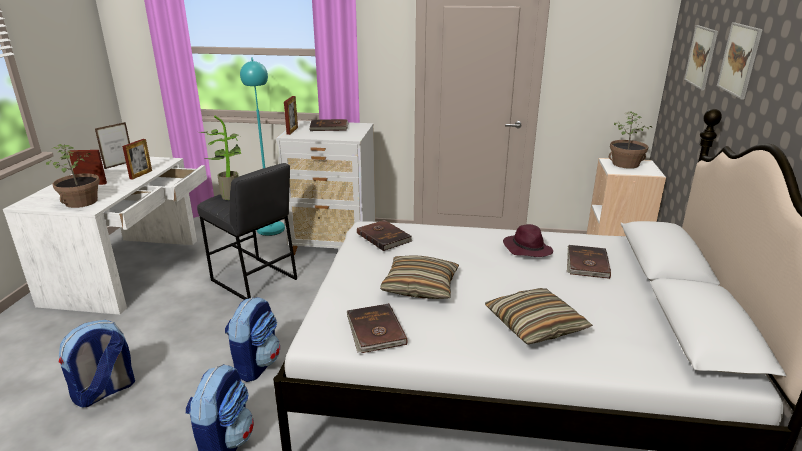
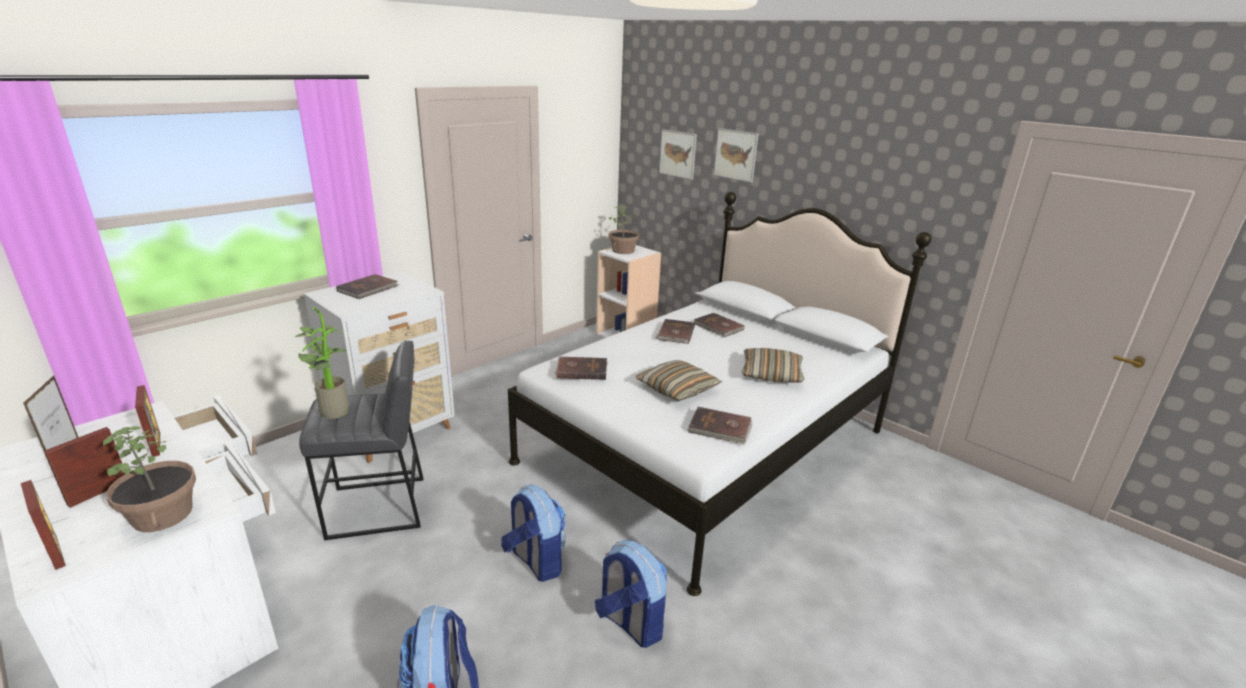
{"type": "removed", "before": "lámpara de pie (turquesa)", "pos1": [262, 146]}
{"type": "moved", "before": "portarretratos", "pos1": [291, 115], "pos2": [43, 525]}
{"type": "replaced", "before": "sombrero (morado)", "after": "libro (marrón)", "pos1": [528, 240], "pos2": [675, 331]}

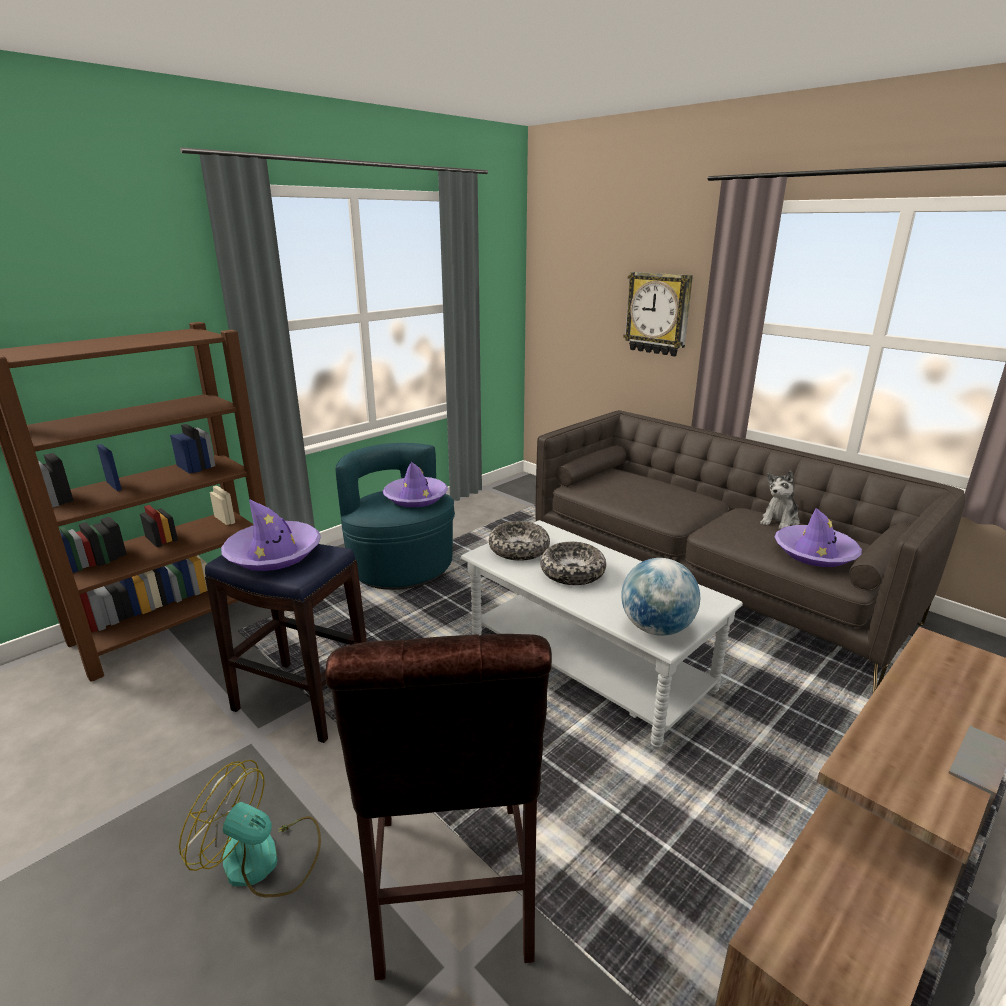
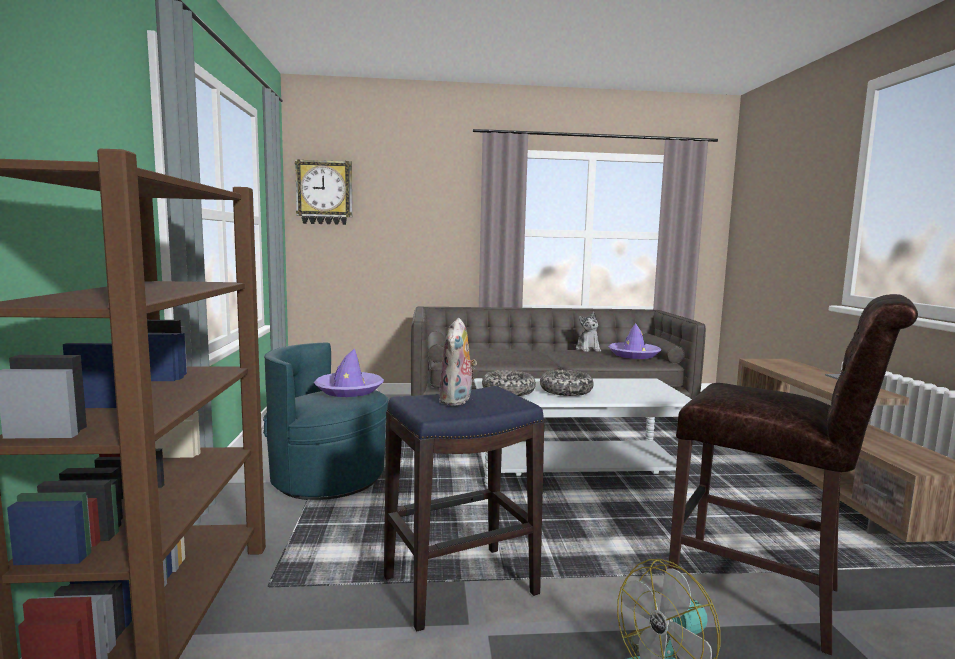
{"type": "moved", "before": "reloj de pared", "pos1": [658, 314], "pos2": [323, 192]}
{"type": "replaced", "before": "sombrero (morado)", "after": "peluche", "pos1": [271, 535], "pos2": [458, 362]}
{"type": "removed", "before": "globo terráqueo", "pos1": [660, 597]}

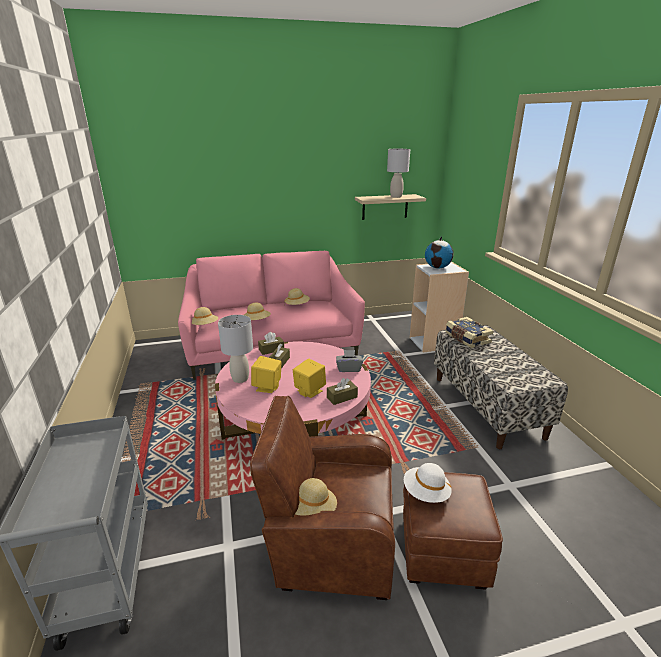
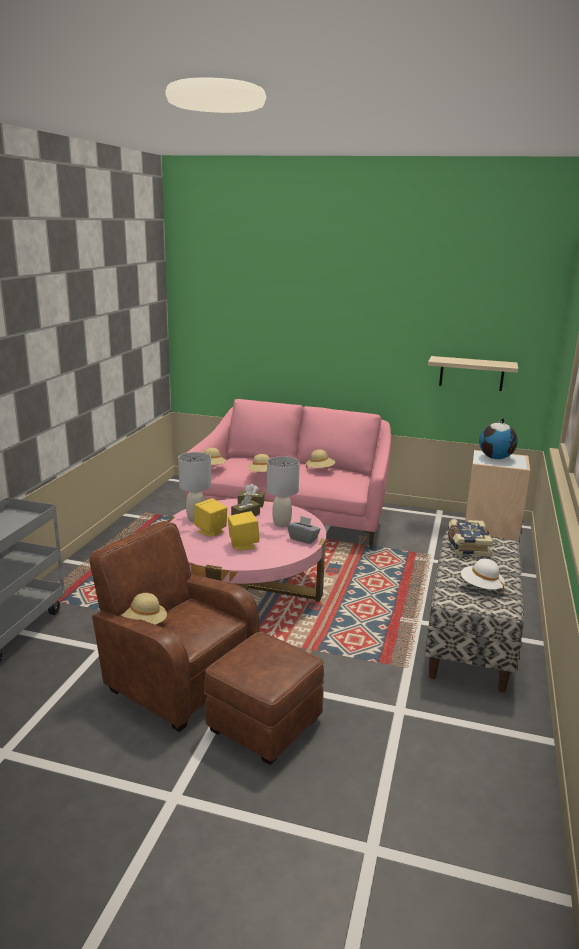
{"type": "moved", "before": "lámpara de mesa (gris)", "pos1": [398, 173], "pos2": [283, 491]}
{"type": "removed", "before": "caja de pañuelos (marrón)", "pos1": [342, 391]}
{"type": "moved", "before": "sombrero (blanco)", "pos1": [428, 483], "pos2": [483, 576]}

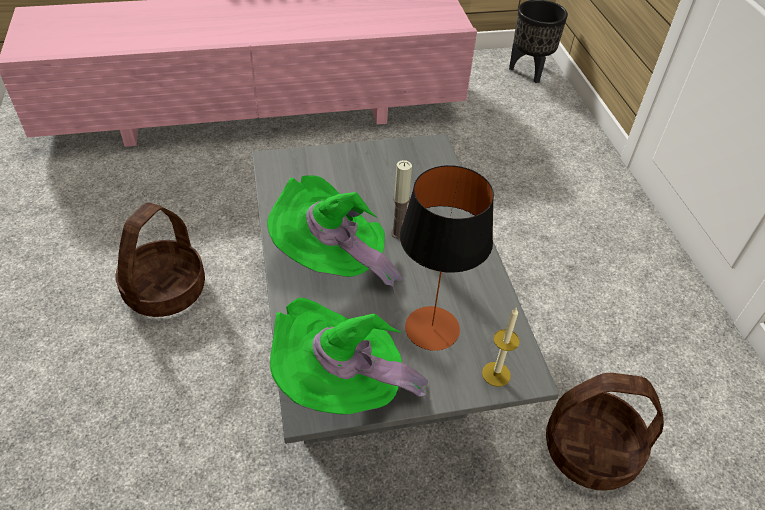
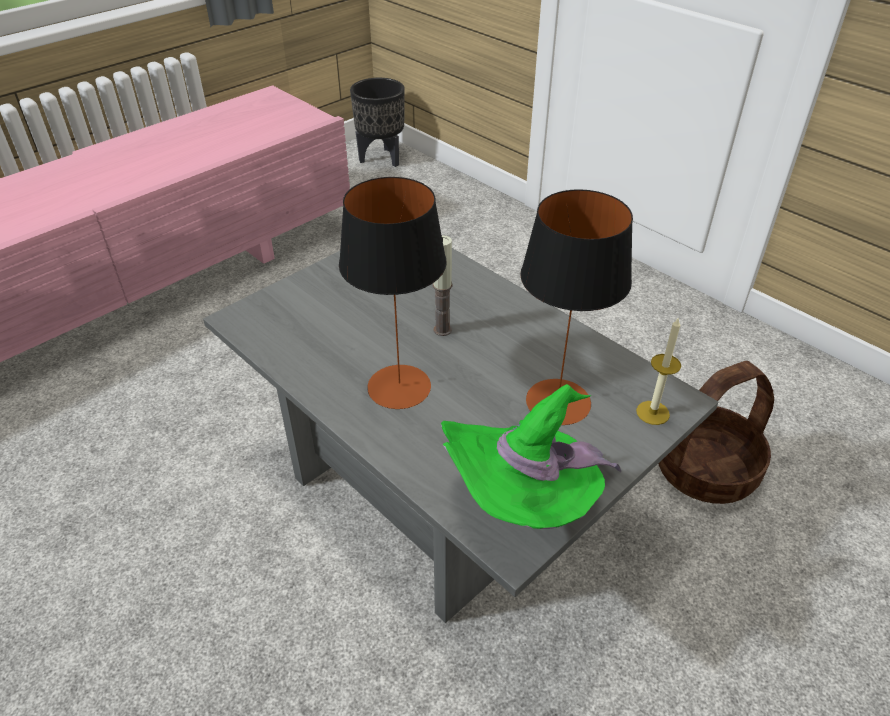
{"type": "replaced", "before": "sombrero (verde)", "after": "lámpara de mesa", "pos1": [335, 235], "pos2": [393, 293]}
{"type": "removed", "before": "cesta", "pos1": [160, 260]}

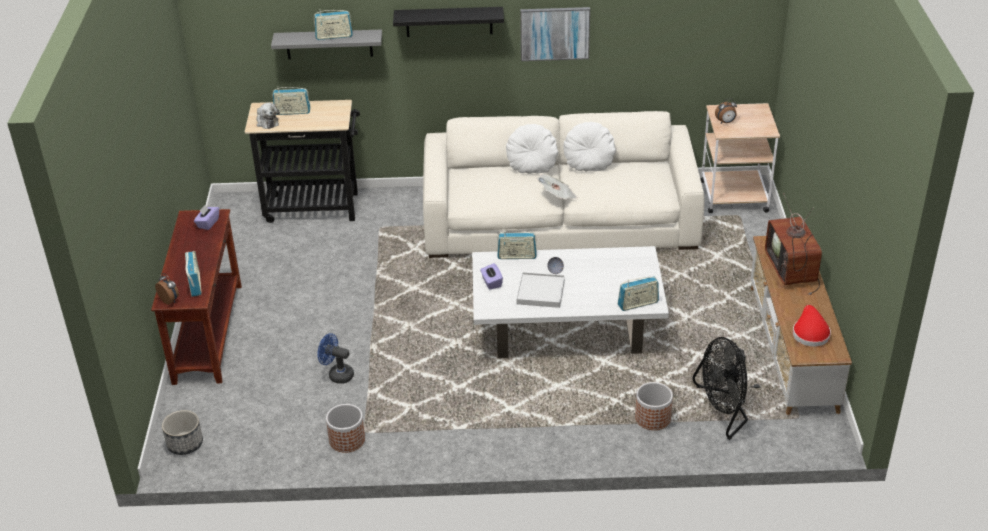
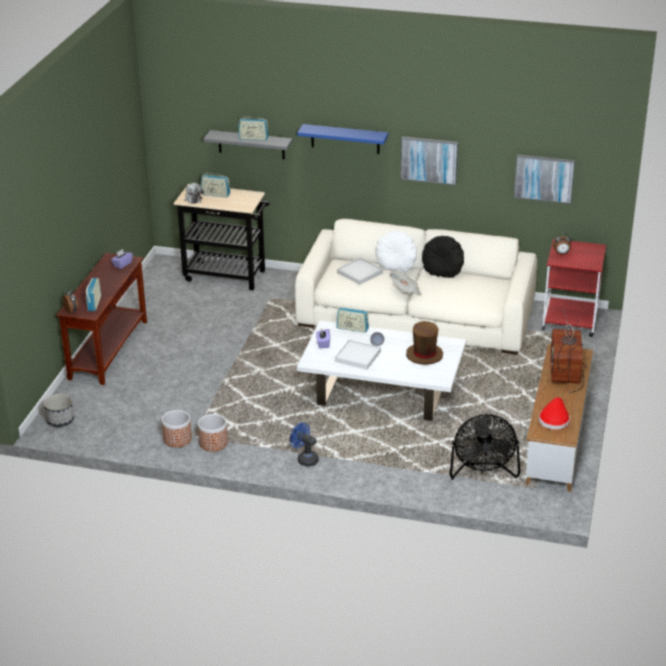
{"type": "recoloured", "before": "estante (negro)", "after": "estante (azul)", "pos1": [448, 22], "pos2": [342, 139]}
{"type": "recoloured", "before": "carrito (beis)", "after": "carrito (rojo)", "pos1": [740, 158], "pos2": [574, 288]}
{"type": "recoloured", "before": "cojín (blanco)", "after": "cojín (negro)", "pos1": [589, 147], "pos2": [443, 257]}
{"type": "removed", "before": "radio", "pos1": [638, 293]}
{"type": "moved", "before": "ventilador (azul)", "pos1": [335, 358], "pos2": [304, 444]}
{"type": "turned", "before": "ventilador (negro)", "pos1": [727, 388], "pos2": [485, 447], "turn": -90}
{"type": "moved", "before": "maceta", "pos1": [654, 406], "pos2": [213, 433]}
{"type": "added", "after": "cuadro", "pos2": [544, 179]}
{"type": "added", "after": "bandeja (blanco)", "pos2": [360, 271]}
{"type": "added", "after": "sombrero (marrón)", "pos2": [424, 343]}

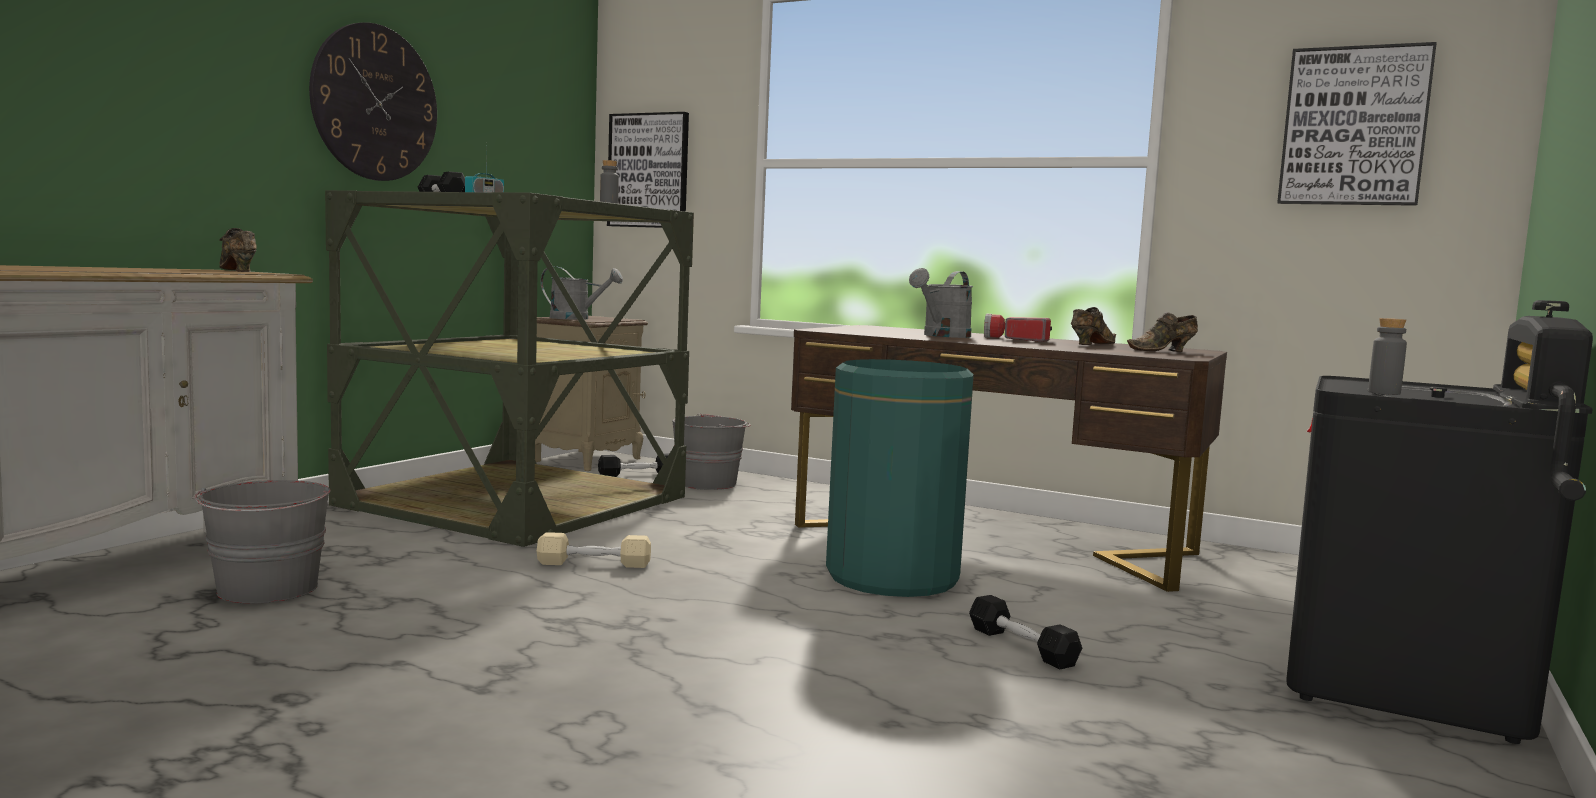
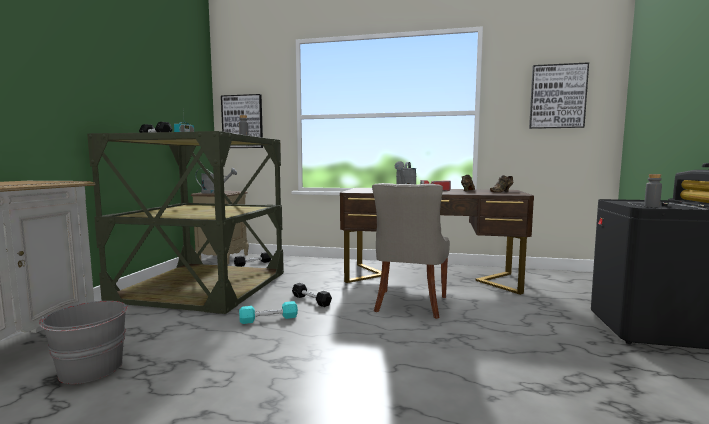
{"type": "removed", "before": "reloj de pared", "pos1": [373, 101]}
{"type": "removed", "before": "zapato (marrón)", "pos1": [238, 250]}
{"type": "replaced", "before": "papelera (verde)", "after": "silla (gris)", "pos1": [900, 478], "pos2": [411, 251]}
{"type": "removed", "before": "cubo (gris)", "pos1": [711, 451]}
{"type": "recoloured", "before": "mancuerna (beis)", "after": "mancuerna (turquesa)", "pos1": [594, 550], "pos2": [268, 312]}
{"type": "moved", "before": "mancuerna (negro)", "pos1": [1025, 632], "pos2": [312, 295]}

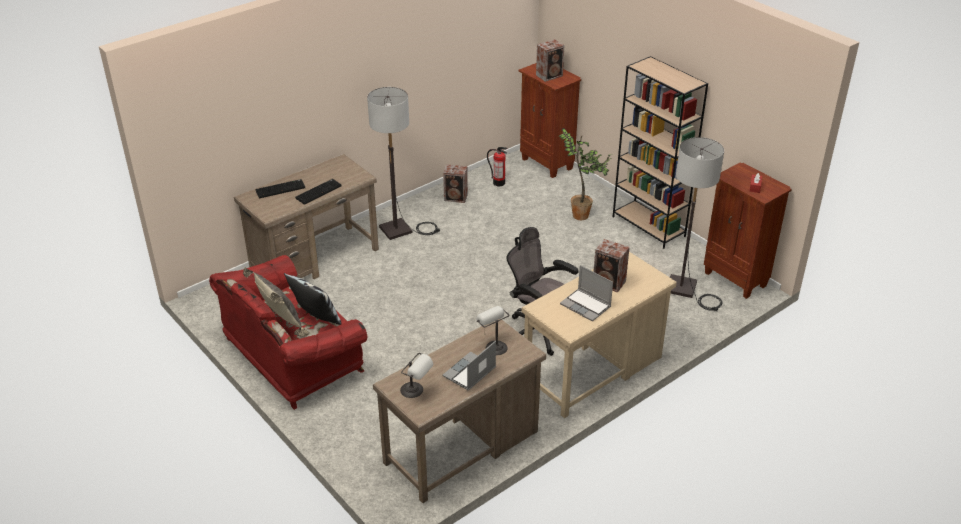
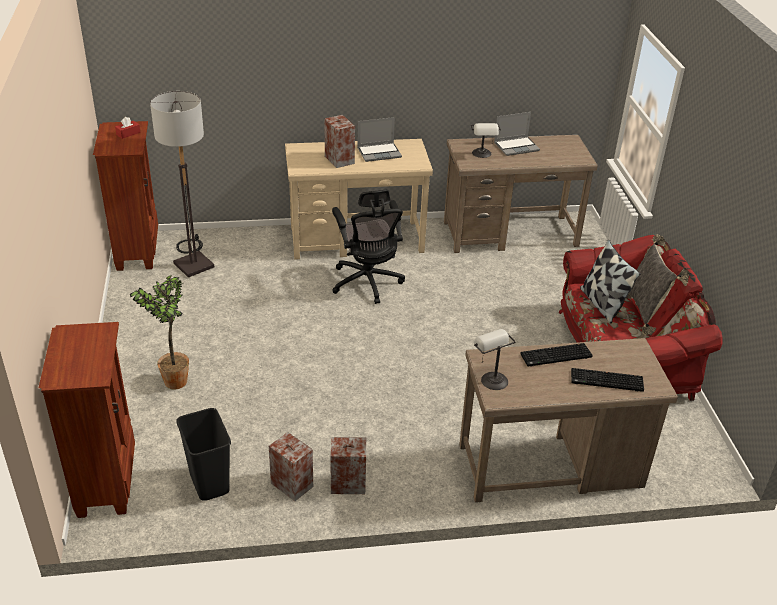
{"type": "moved", "before": "altavoz", "pos1": [550, 60], "pos2": [348, 465]}
{"type": "removed", "before": "estantería (beis)", "pos1": [660, 152]}
{"type": "removed", "before": "lámpara de pie", "pos1": [403, 163]}
{"type": "replaced", "before": "extintor", "after": "papelera (negro)", "pos1": [497, 166], "pos2": [204, 454]}
{"type": "turned", "before": "portátil", "pos1": [586, 293], "pos2": [379, 139], "turn": 90}
{"type": "moved", "before": "lámpara de mesa", "pos1": [417, 375], "pos2": [494, 359]}

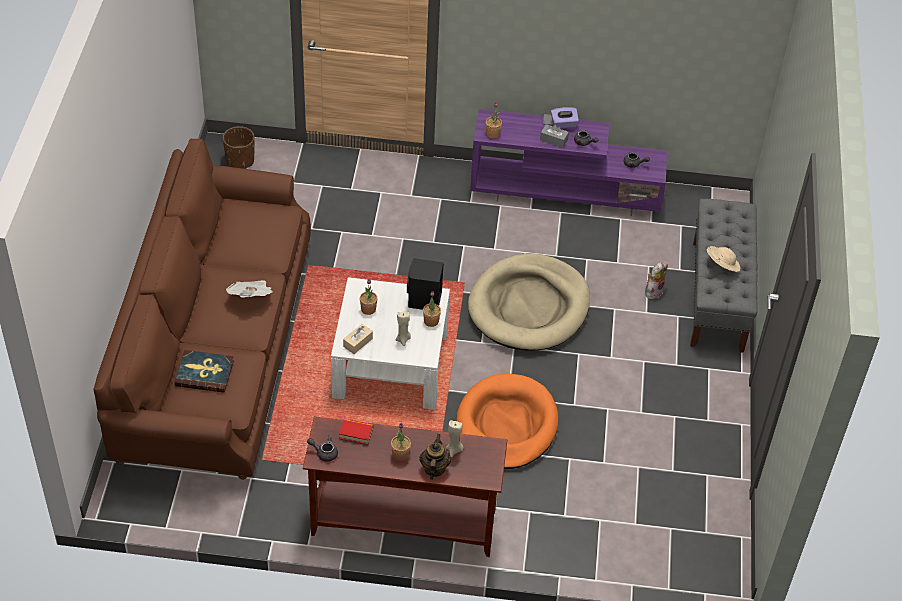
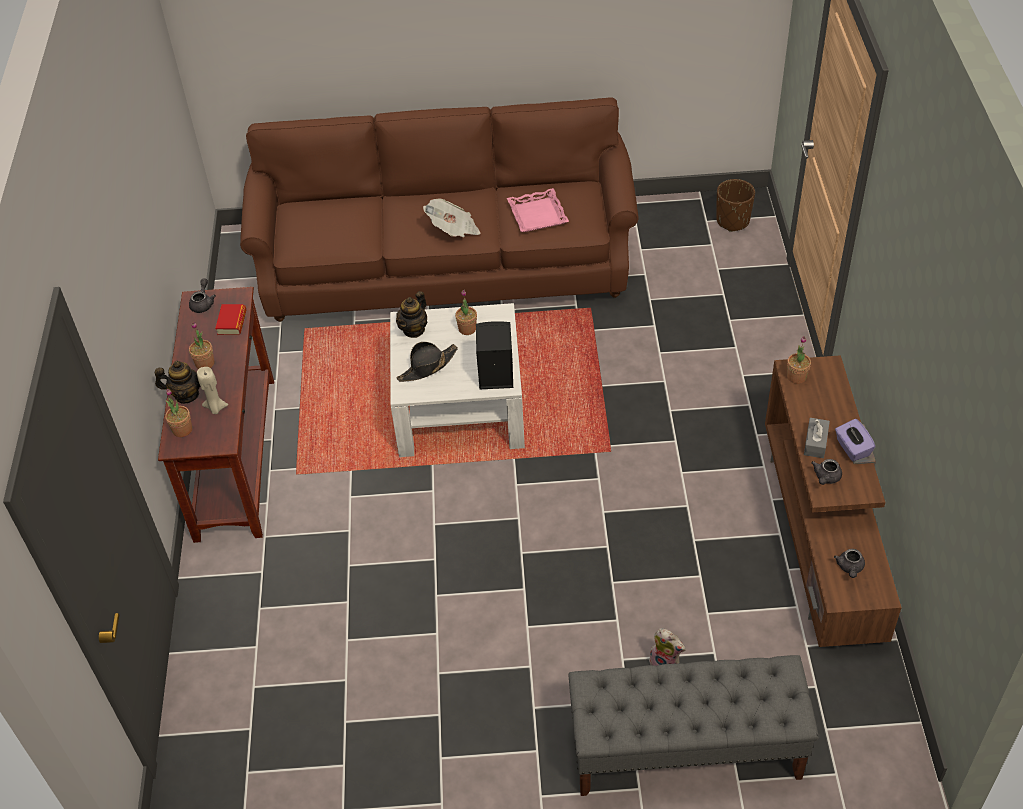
{"type": "recoloured", "before": "mueble de televisión (morado)", "after": "mueble de televisión (marrón)", "pos1": [568, 162], "pos2": [833, 501]}
{"type": "removed", "before": "sombrero (beis)", "pos1": [723, 259]}
{"type": "removed", "before": "cama para perro (beis)", "pos1": [529, 302]}
{"type": "moved", "before": "planta en maceta", "pos1": [432, 309], "pos2": [178, 413]}
{"type": "replaced", "before": "vela (beis)", "after": "sombrero (negro)", "pos1": [403, 329], "pos2": [427, 362]}
{"type": "replaced", "before": "caja de pañuelos (beis)", "after": "tetera", "pos1": [358, 339], "pos2": [411, 314]}
{"type": "removed", "before": "libro", "pos1": [204, 371]}
{"type": "removed", "before": "cama para perro (naranja)", "pos1": [507, 421]}
{"type": "added", "after": "bandeja (rosa)", "pos2": [538, 210]}

